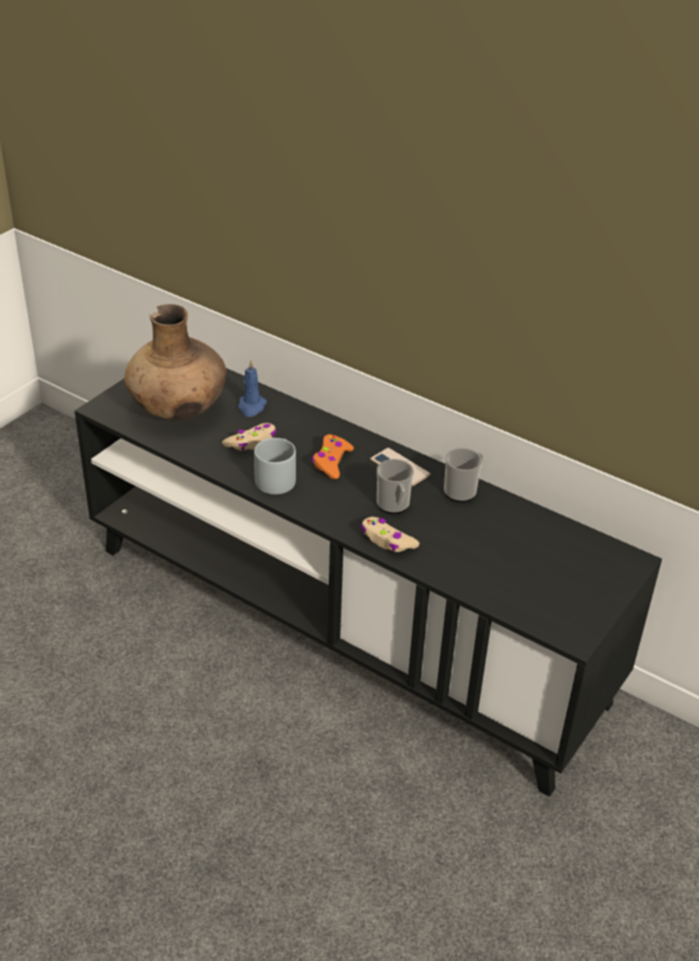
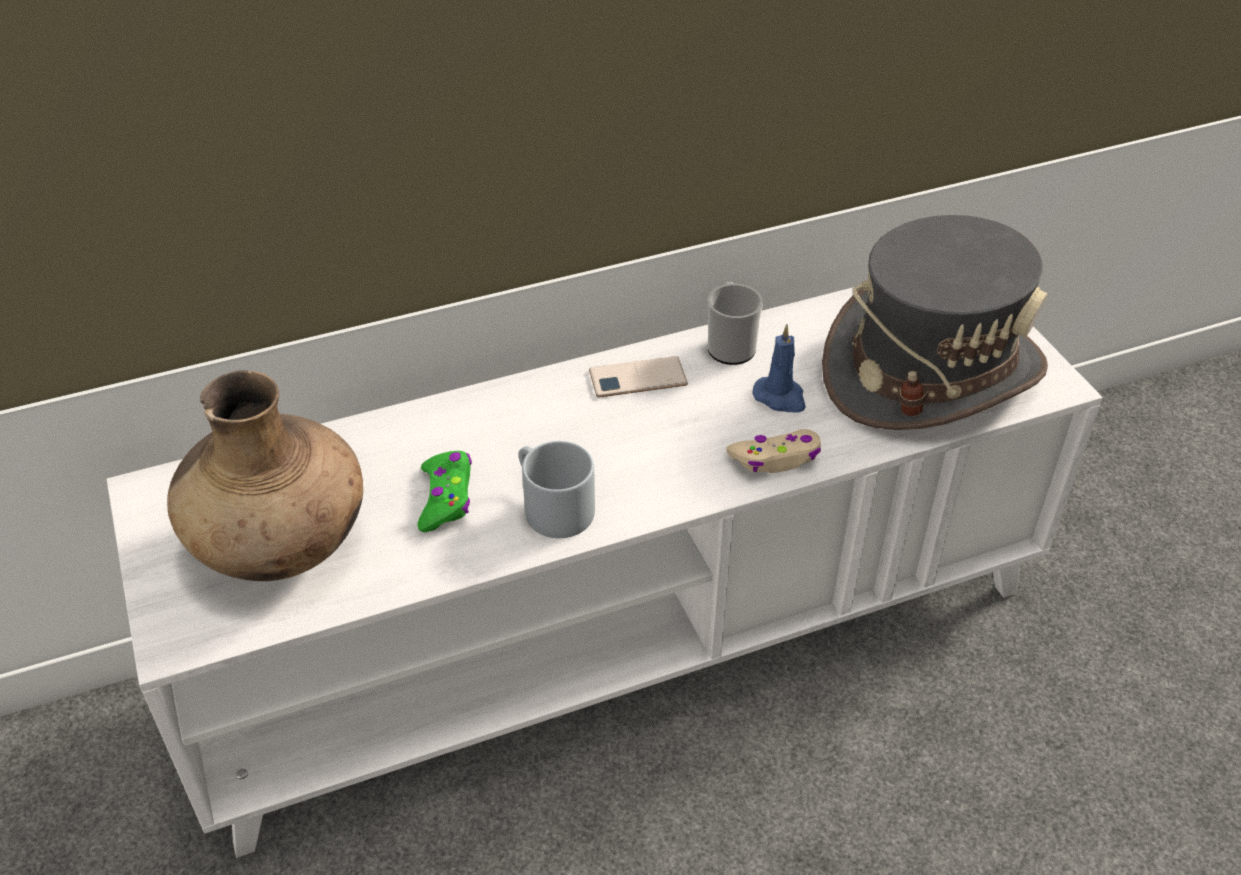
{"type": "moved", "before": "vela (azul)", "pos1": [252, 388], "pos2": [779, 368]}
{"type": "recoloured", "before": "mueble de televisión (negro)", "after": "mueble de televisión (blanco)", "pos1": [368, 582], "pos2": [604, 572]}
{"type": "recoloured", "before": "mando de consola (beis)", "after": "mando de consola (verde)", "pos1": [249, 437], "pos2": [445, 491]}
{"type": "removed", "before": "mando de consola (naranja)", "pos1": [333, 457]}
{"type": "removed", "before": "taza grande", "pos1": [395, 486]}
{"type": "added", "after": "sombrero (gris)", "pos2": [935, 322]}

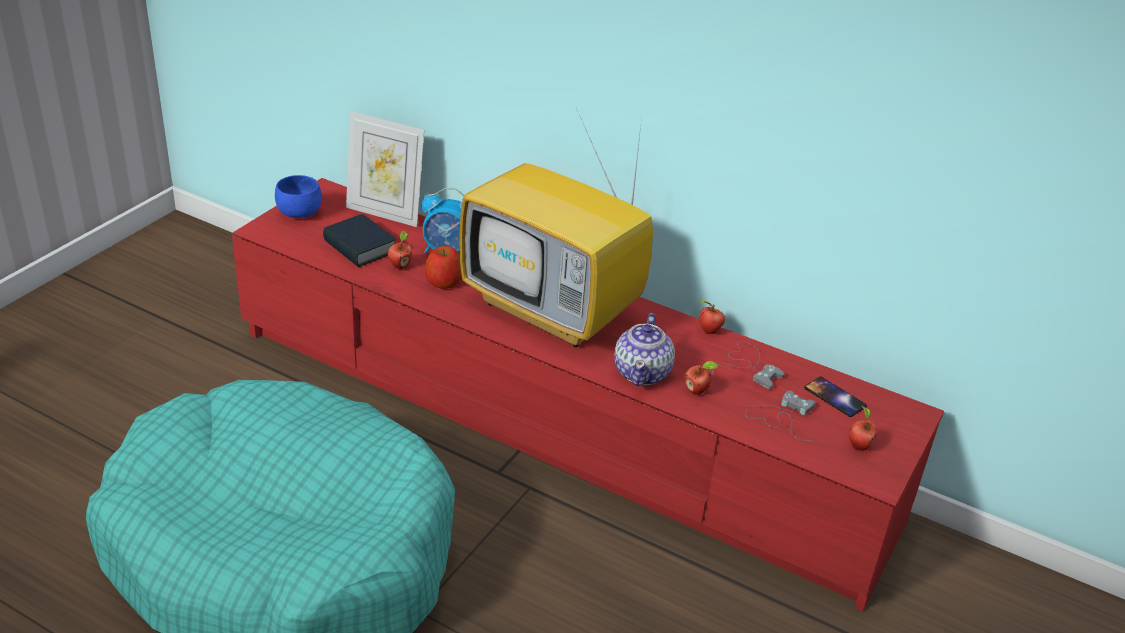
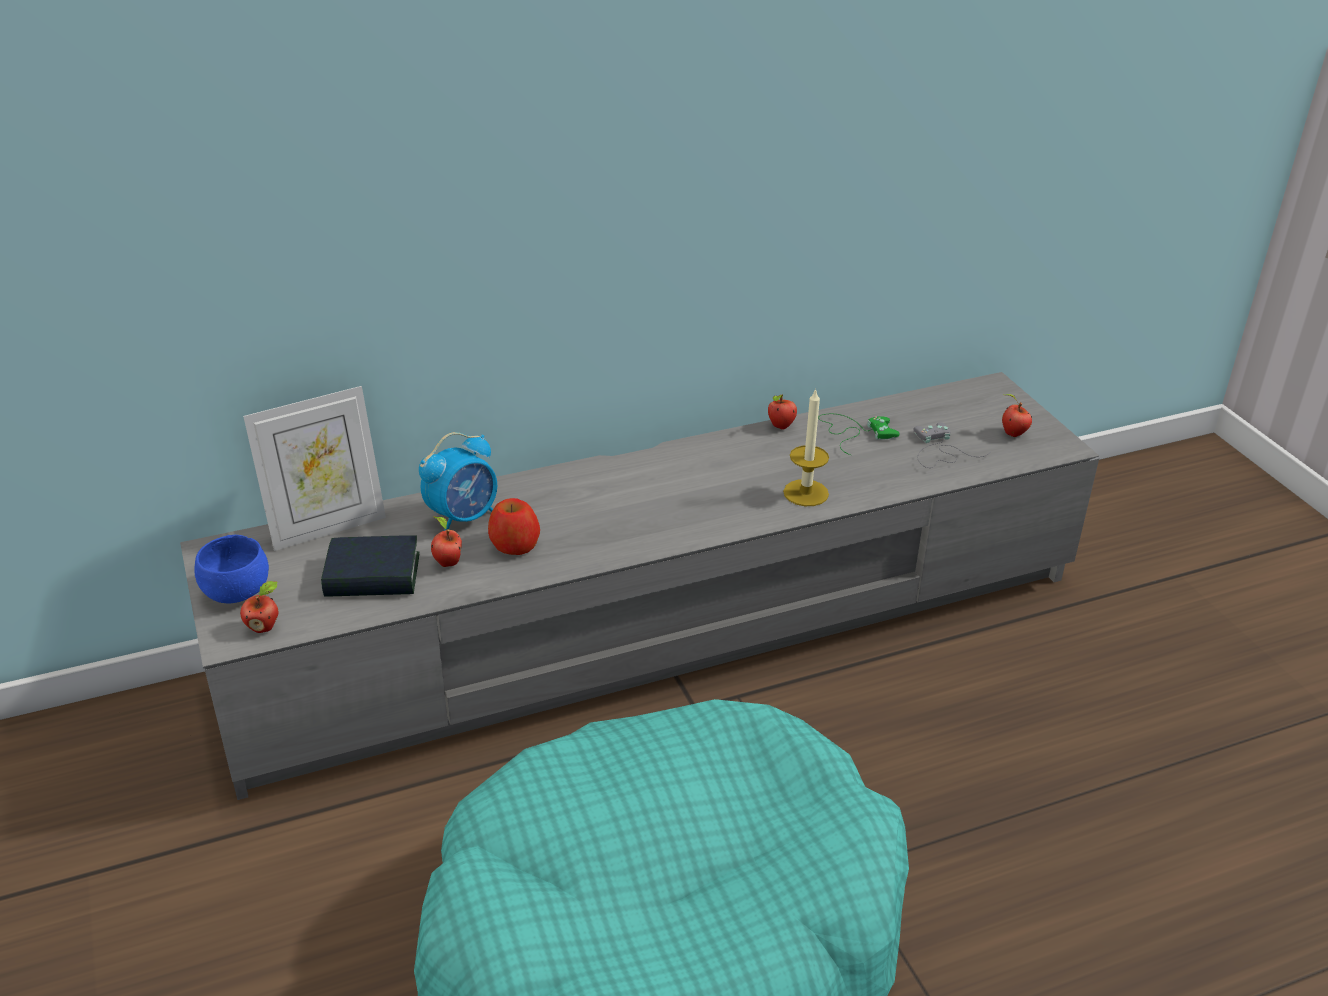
{"type": "removed", "before": "televisor", "pos1": [556, 227]}
{"type": "recoloured", "before": "mueble de televisión (rojo)", "after": "mueble de televisión (gris)", "pos1": [588, 394], "pos2": [639, 586]}
{"type": "replaced", "before": "tetera", "after": "vela", "pos1": [644, 349], "pos2": [806, 447]}
{"type": "recoloured", "before": "mando de consola (gris)", "after": "mando de consola (verde)", "pos1": [748, 365], "pos2": [858, 434]}
{"type": "moved", "before": "manzana", "pos1": [701, 378], "pos2": [259, 607]}
{"type": "removed", "before": "móvil", "pos1": [835, 397]}

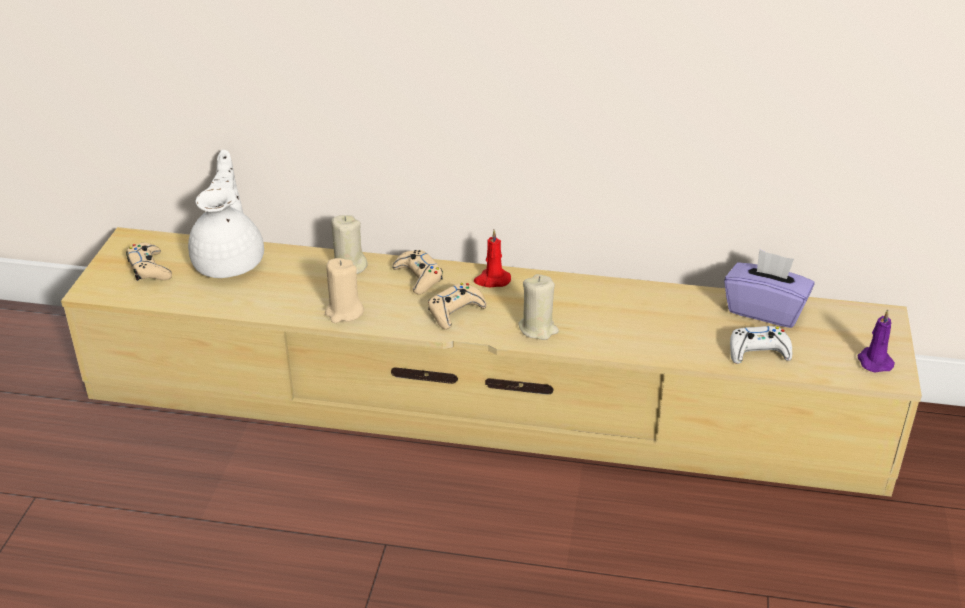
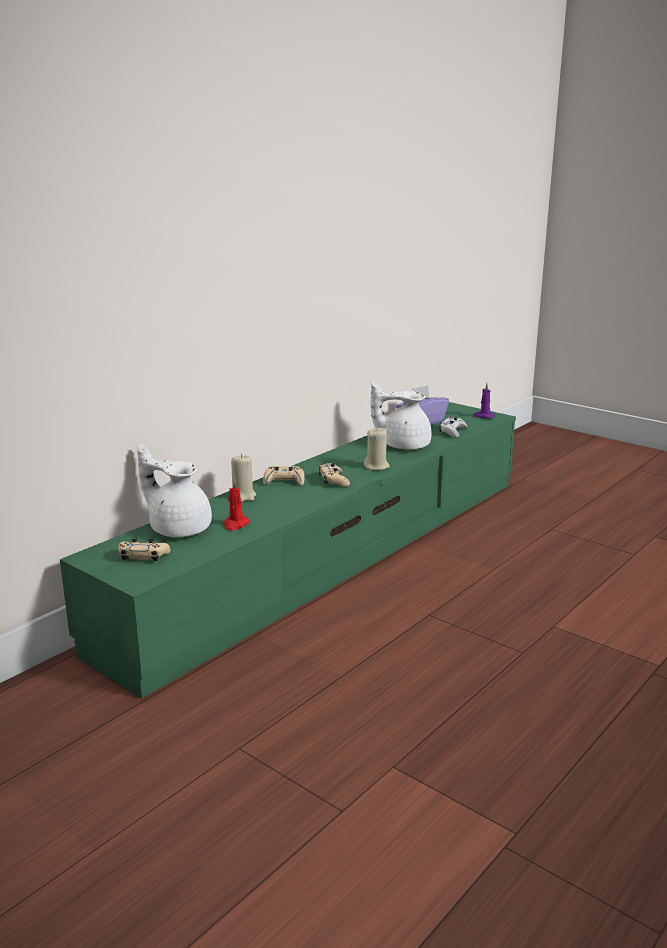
{"type": "recoloured", "before": "mueble de televisión (beis)", "after": "mueble de televisión (verde)", "pos1": [491, 362], "pos2": [288, 550]}
{"type": "moved", "before": "vela (rojo)", "pos1": [492, 258], "pos2": [236, 505]}
{"type": "removed", "before": "vela (beis)", "pos1": [344, 290]}
{"type": "added", "after": "tetera (blanco)", "pos2": [401, 416]}

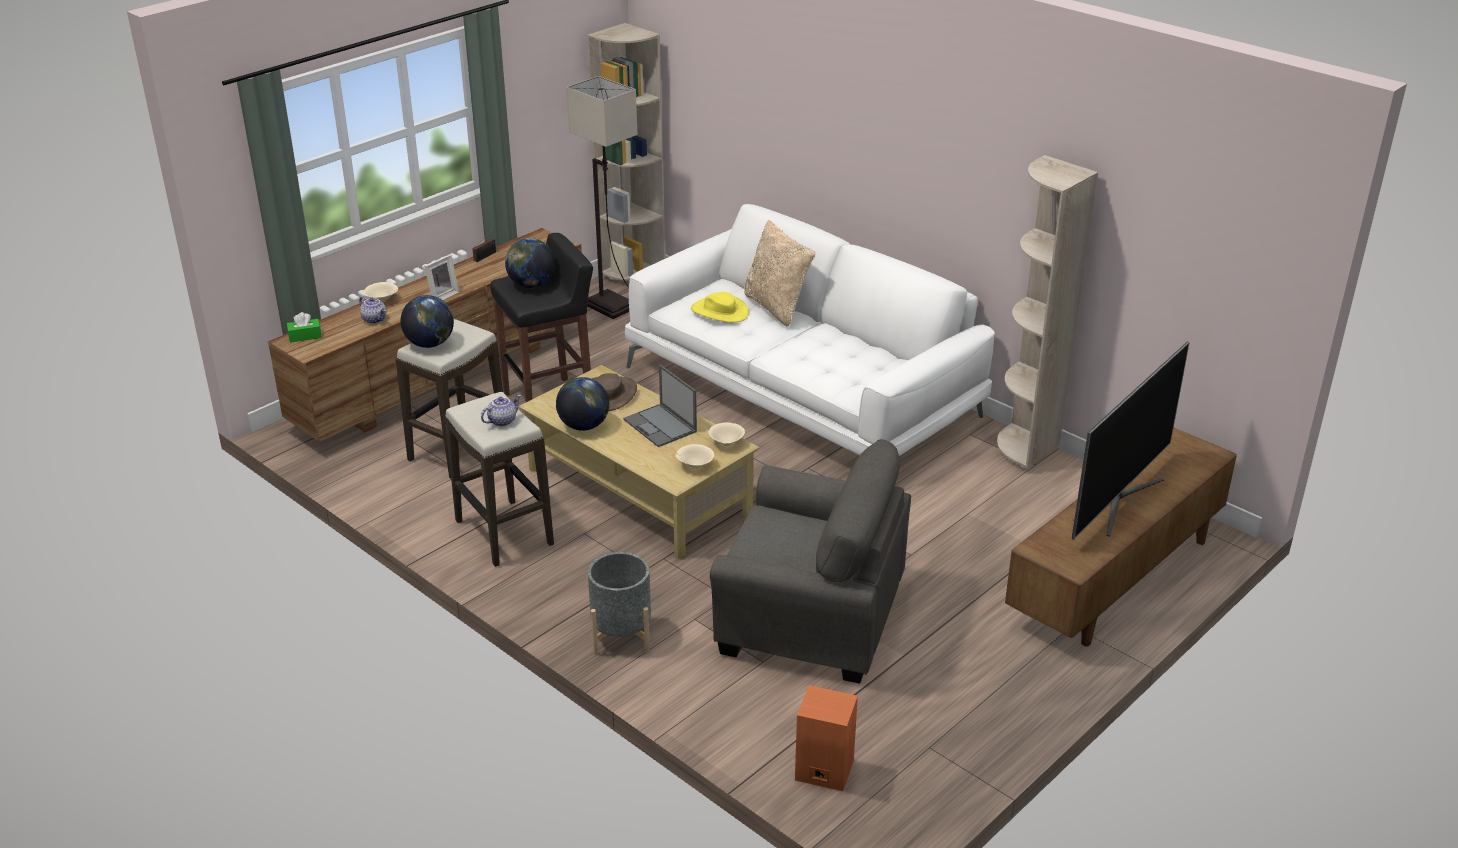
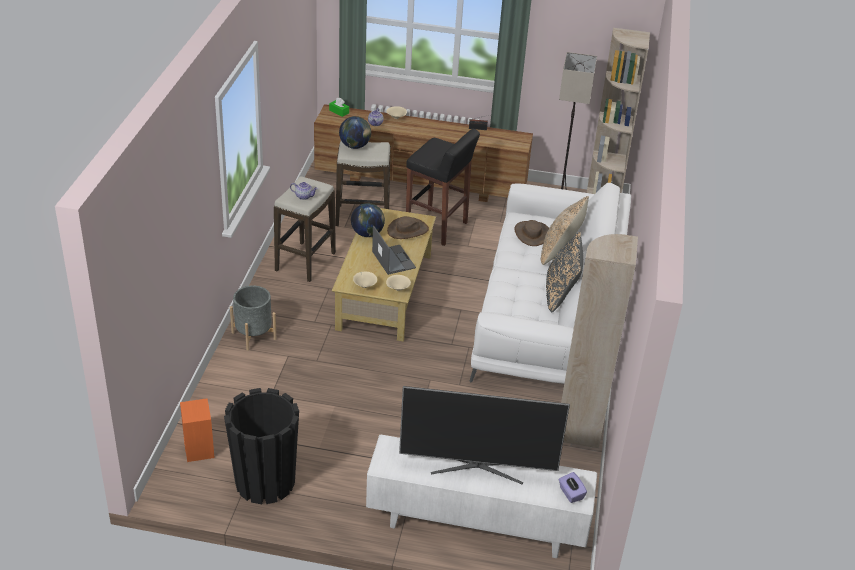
{"type": "removed", "before": "globo terráqueo", "pos1": [530, 263]}
{"type": "removed", "before": "portarretratos", "pos1": [442, 277]}
{"type": "recoloured", "before": "sombrero (amarillo)", "after": "sombrero (marrón)", "pos1": [720, 307], "pos2": [531, 233]}
{"type": "turned", "before": "portátil", "pos1": [660, 406], "pos2": [394, 250], "turn": 135}
{"type": "recoloured", "before": "mueble de televisión (marrón)", "after": "mueble de televisión (blanco)", "pos1": [1121, 537], "pos2": [481, 496]}
{"type": "removed", "before": "sillón (gris)", "pos1": [810, 561]}
{"type": "added", "after": "cojín (gris)", "pos2": [564, 272]}
{"type": "added", "after": "maceta (negro)", "pos2": [261, 446]}
{"type": "added", "after": "caja de pañuelos (morado)", "pos2": [573, 487]}

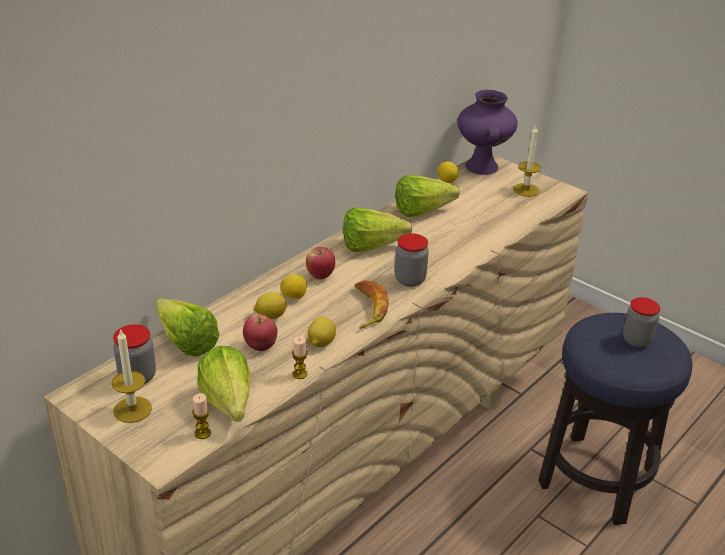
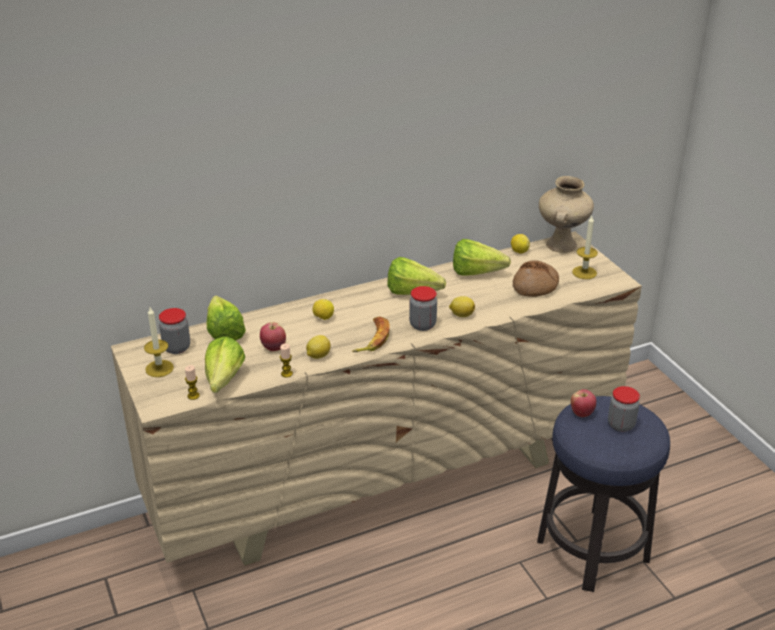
{"type": "recoloured", "before": "florero (morado)", "after": "florero (beis)", "pos1": [487, 132], "pos2": [566, 214]}
{"type": "moved", "before": "manzana", "pos1": [320, 263], "pos2": [583, 403]}
{"type": "moved", "before": "limón", "pos1": [269, 305], "pos2": [462, 306]}
{"type": "added", "after": "pan", "pos2": [536, 278]}

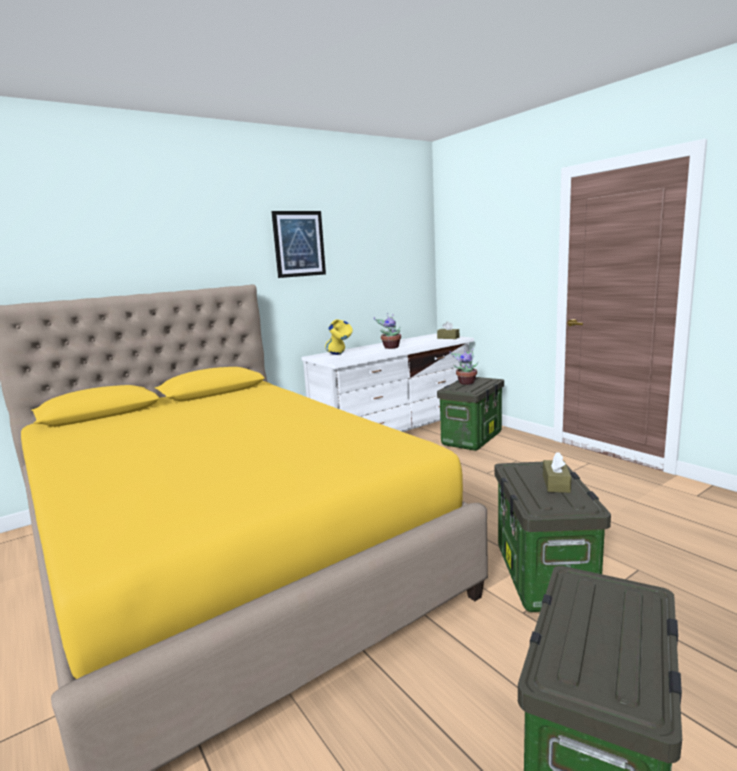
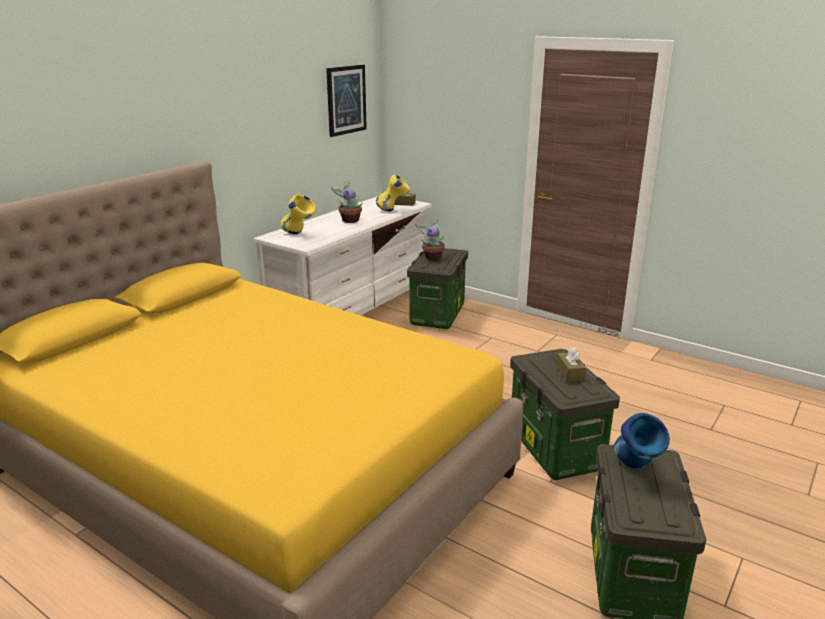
{"type": "moved", "before": "cuadro", "pos1": [298, 244], "pos2": [346, 101]}
{"type": "added", "after": "florero (amarillo)", "pos2": [393, 193]}
{"type": "added", "after": "florero (azul)", "pos2": [642, 441]}

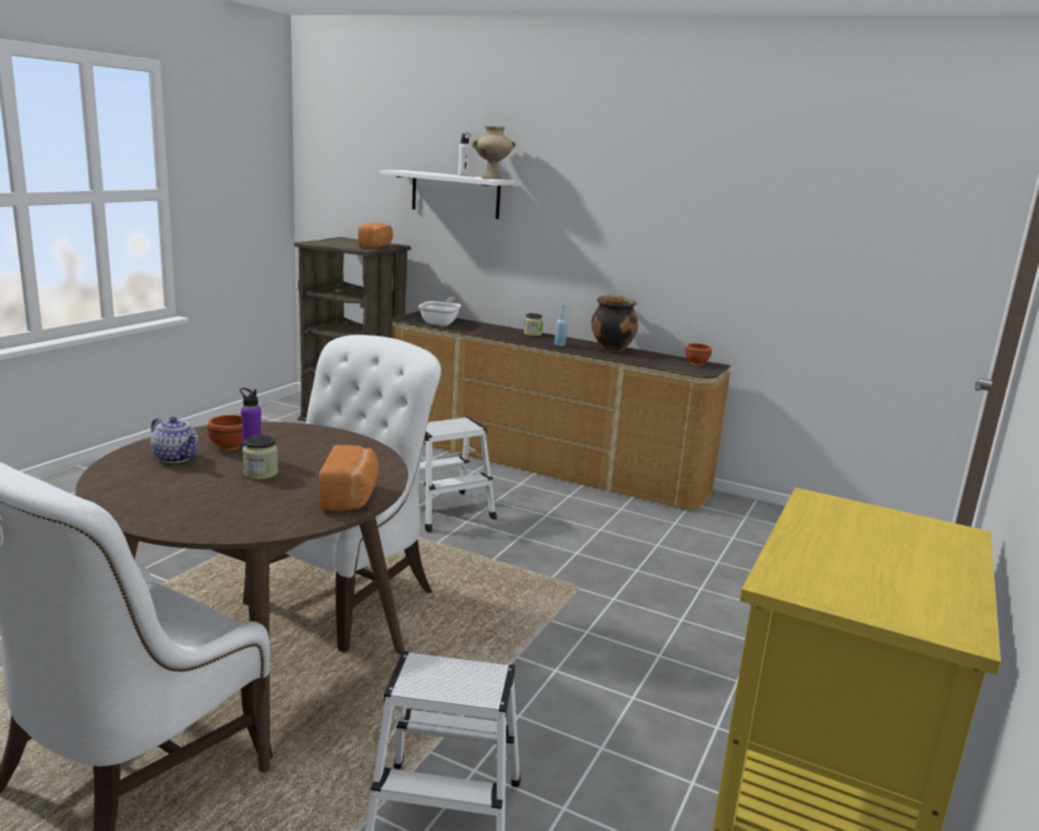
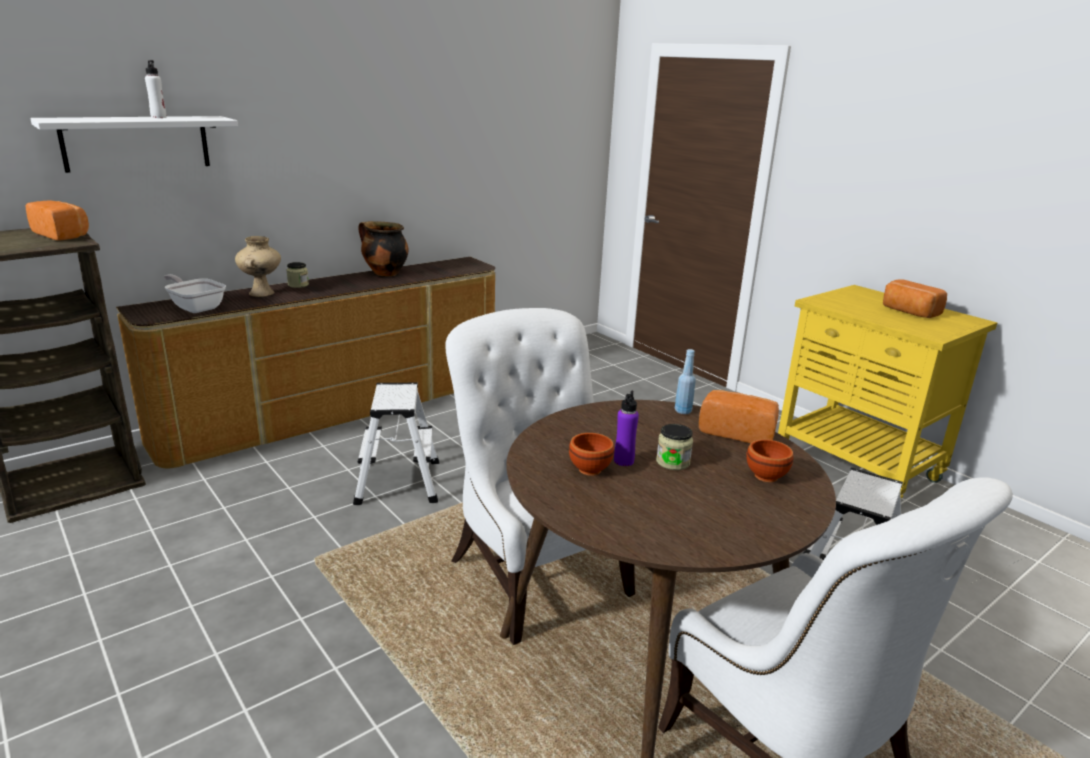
{"type": "moved", "before": "florero (beis)", "pos1": [493, 152], "pos2": [258, 266]}
{"type": "moved", "before": "botella (azul)", "pos1": [560, 324], "pos2": [685, 381]}
{"type": "moved", "before": "cuenco (marrón)", "pos1": [698, 354], "pos2": [770, 460]}
{"type": "removed", "before": "tetera", "pos1": [174, 440]}
{"type": "added", "after": "pan", "pos2": [915, 298]}

